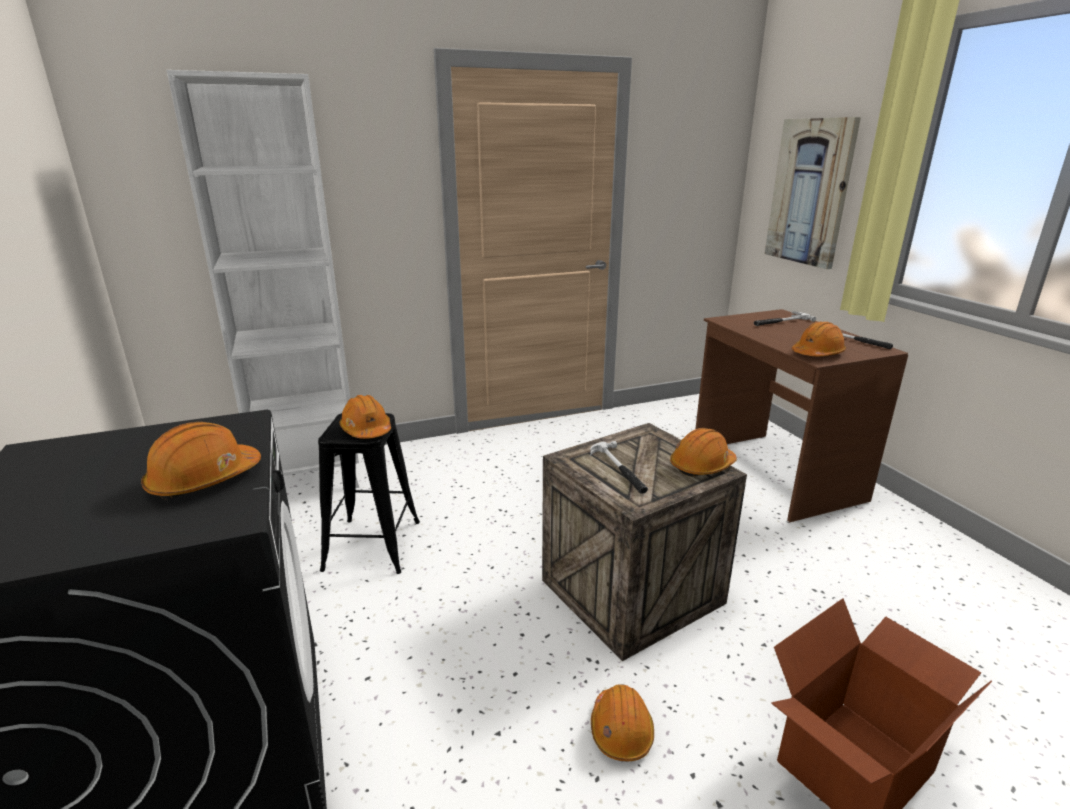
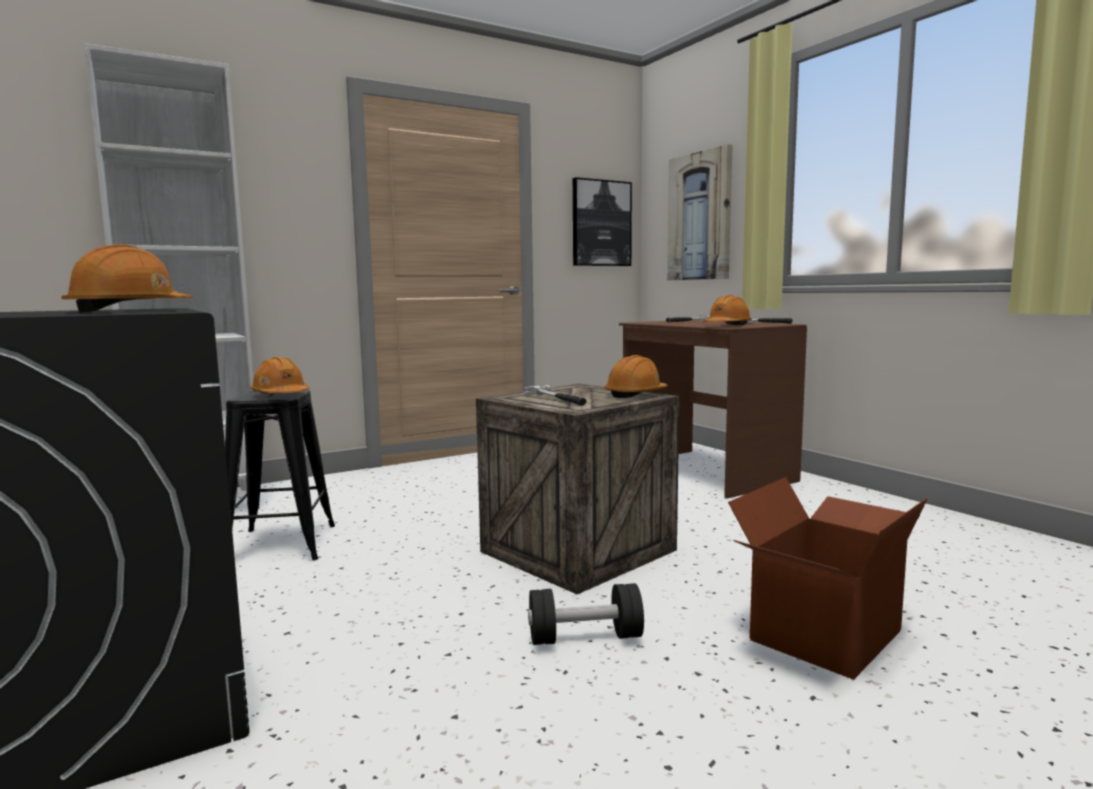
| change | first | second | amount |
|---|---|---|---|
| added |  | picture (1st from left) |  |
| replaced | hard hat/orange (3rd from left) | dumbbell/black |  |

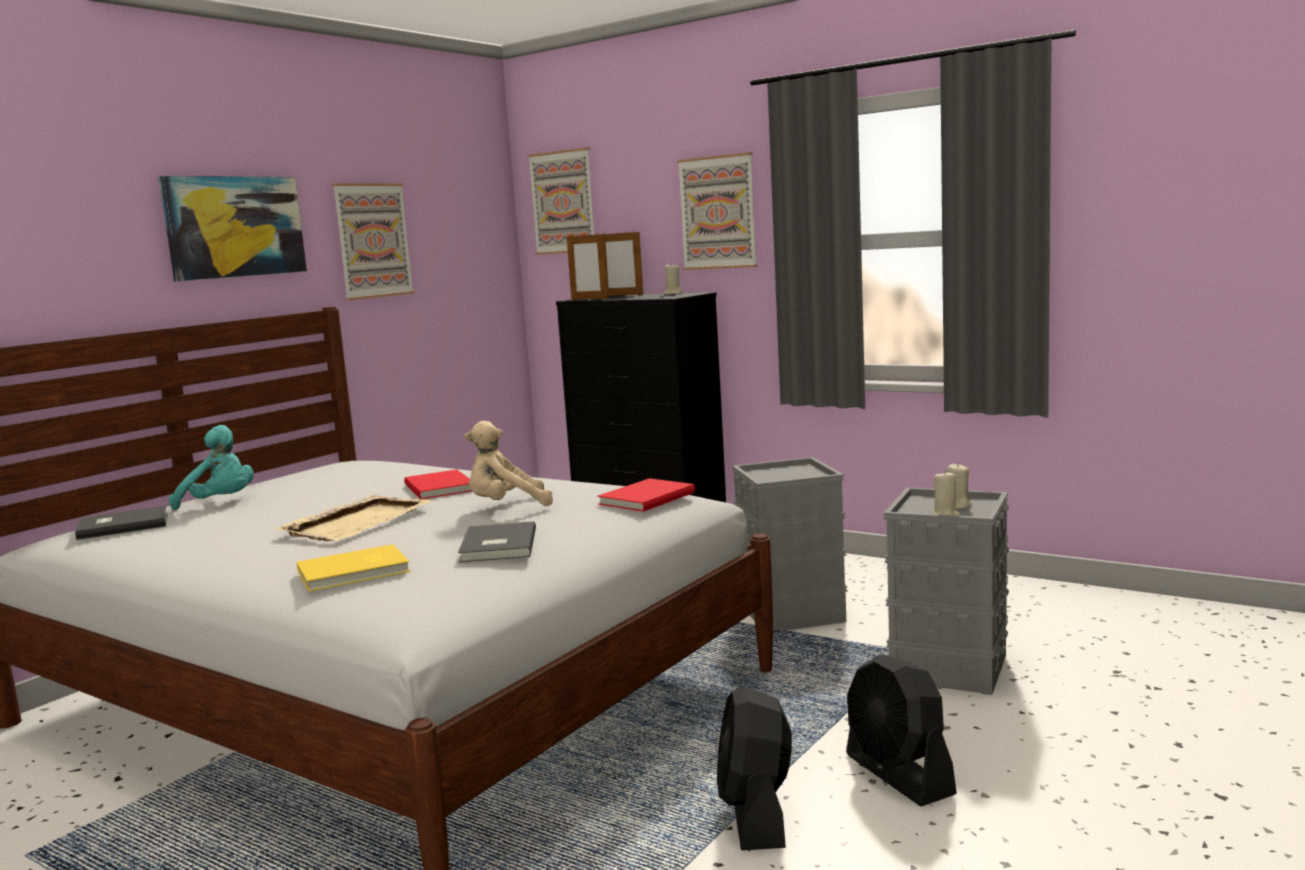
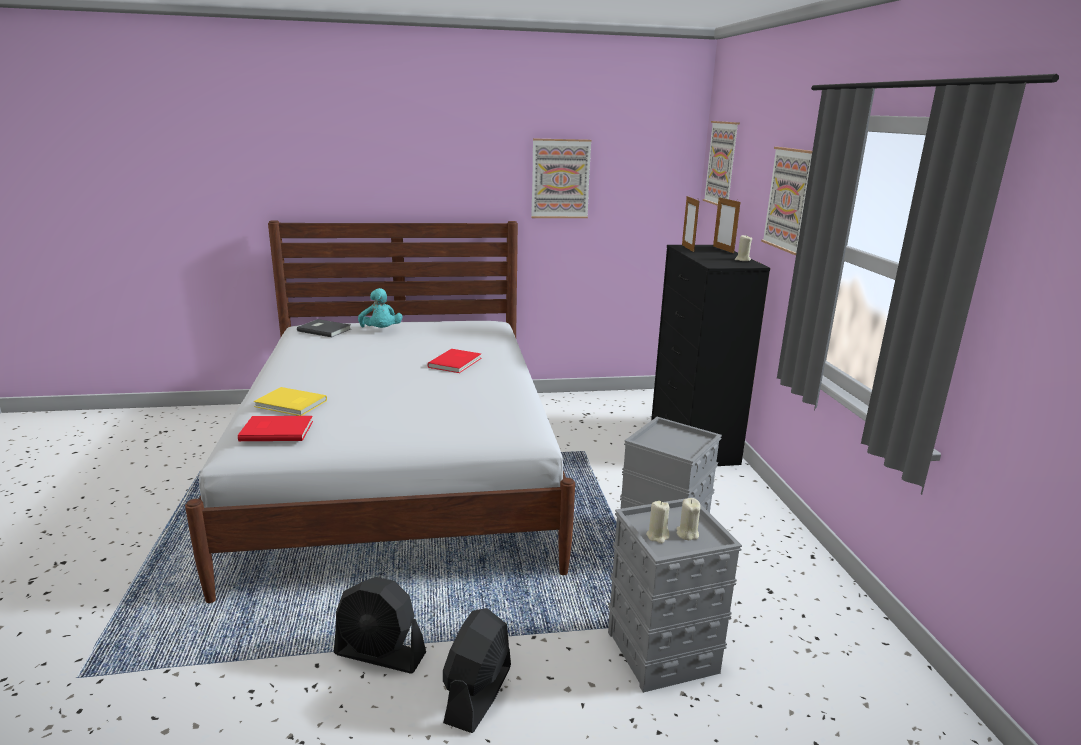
| change | first | second | amount |
|---|---|---|---|
| removed | picture (1st from left) |  |  |
| removed | tray/beige |  |  |
| removed | book/grey (2nd from left) |  |  |
| removed | plush toy/beige |  |  |
| moved | book/red (2nd from left in the first image) | book/red (1st from left) |  |
| turned | fan/black (1st from left) |  | 120 degrees counterclockwise |

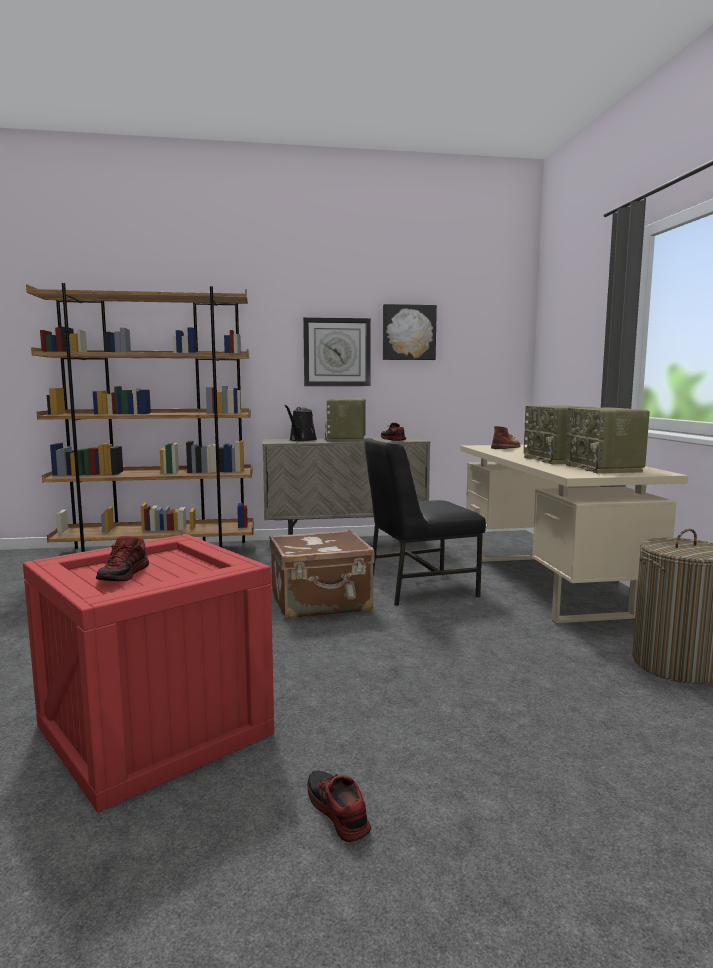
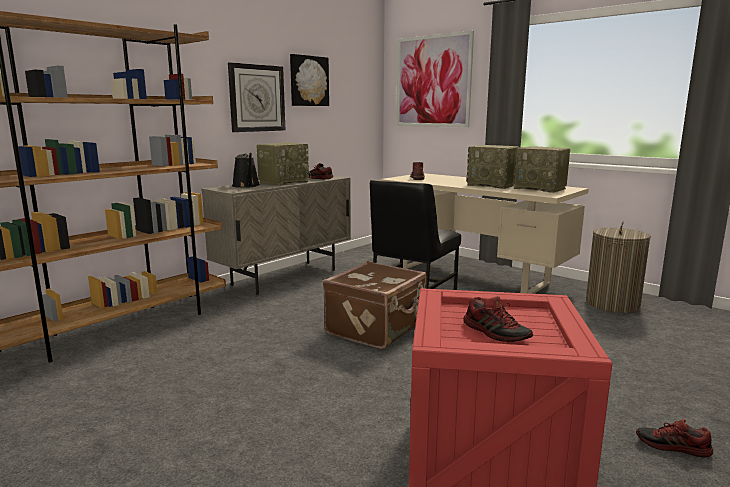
| change | first | second | amount |
|---|---|---|---|
| added |  | picture (2nd from left) |  |
| turned | radio (1st from left) |  | 105 degrees counterclockwise |

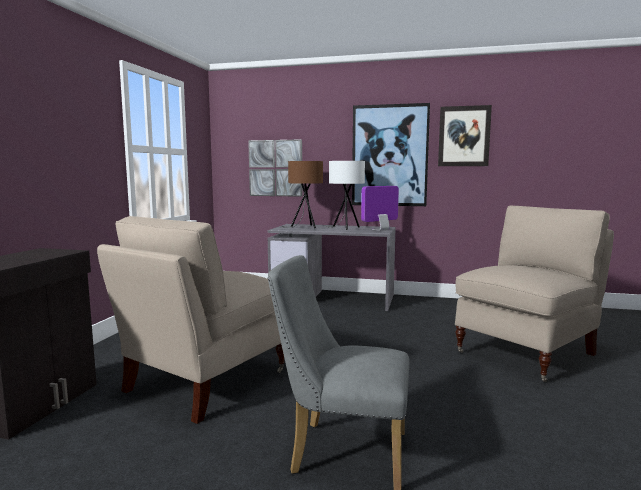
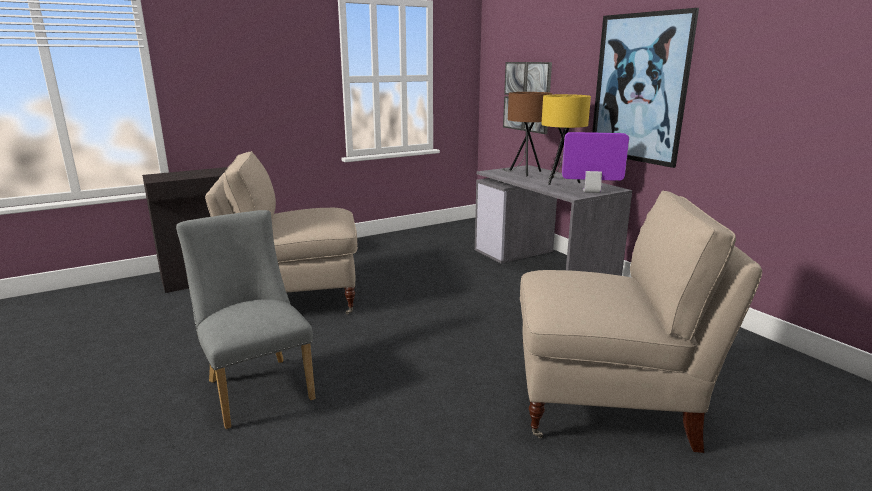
| change | first | second | amount |
|---|---|---|---|
| removed | picture (3rd from left) |  |  |
| recoloured | table lamp/white | table lamp/yellow |  |

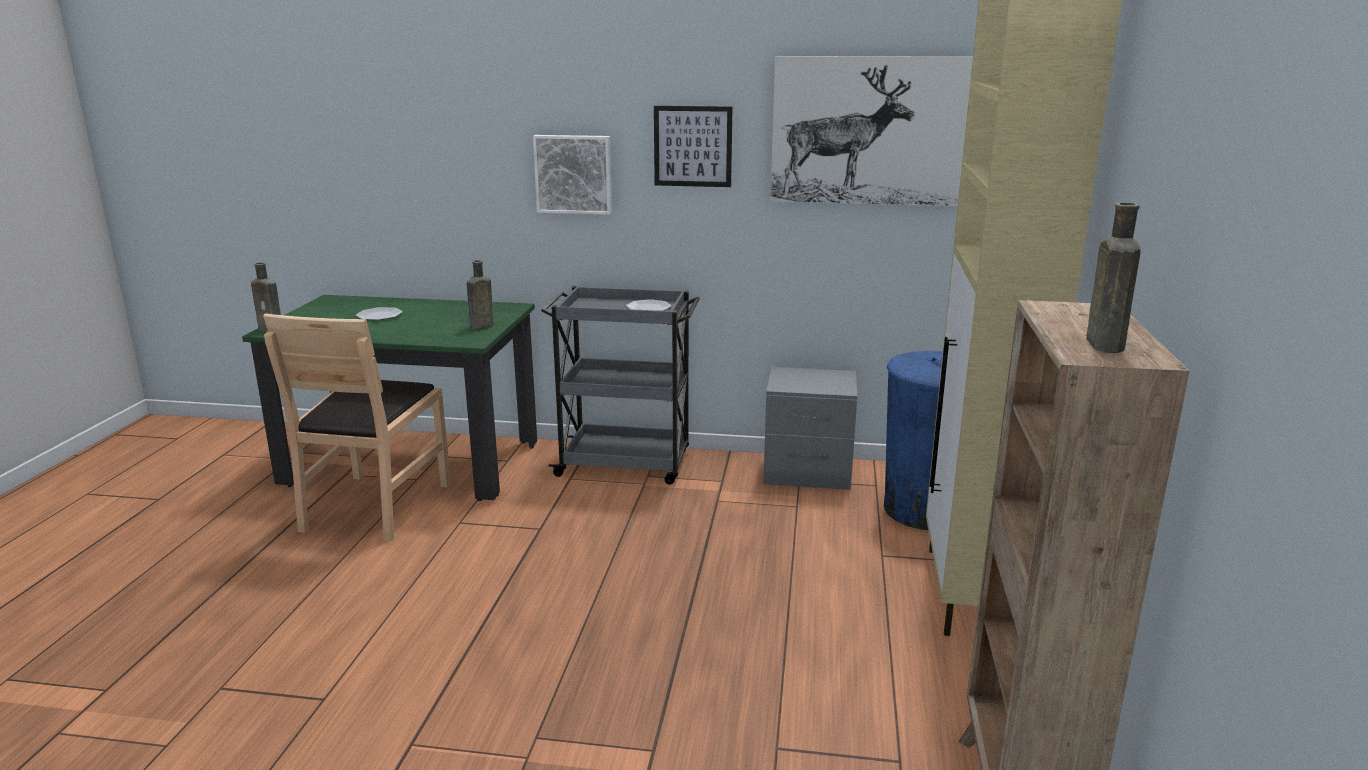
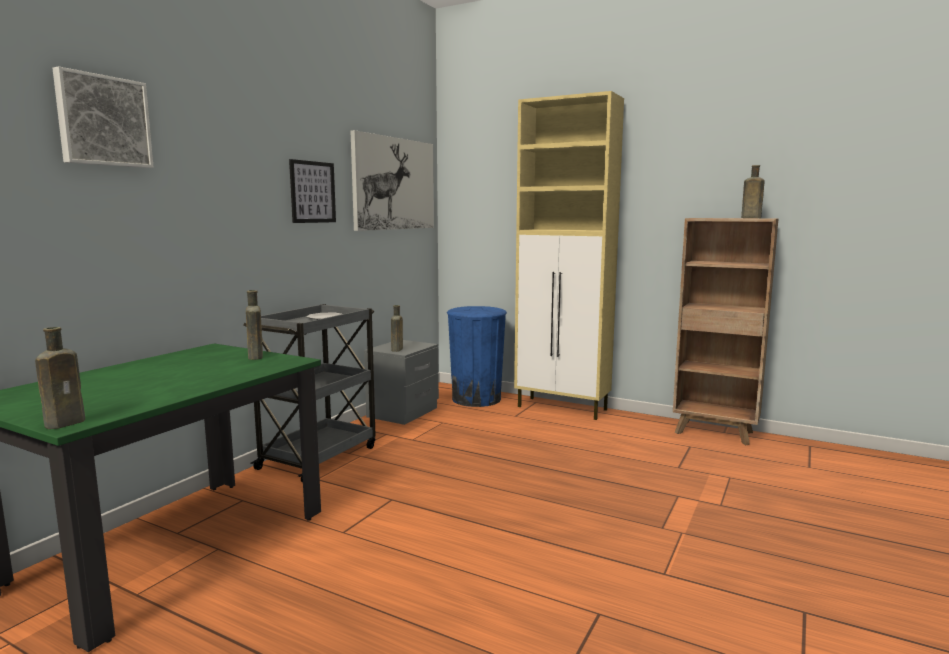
| change | first | second | amount |
|---|---|---|---|
| removed | chair/brown |  |  |
| removed | plate (1st from left) |  |  |
| added |  | bottle/brown (3rd from left) |  |
| moved | picture (1st from left) |  |  |

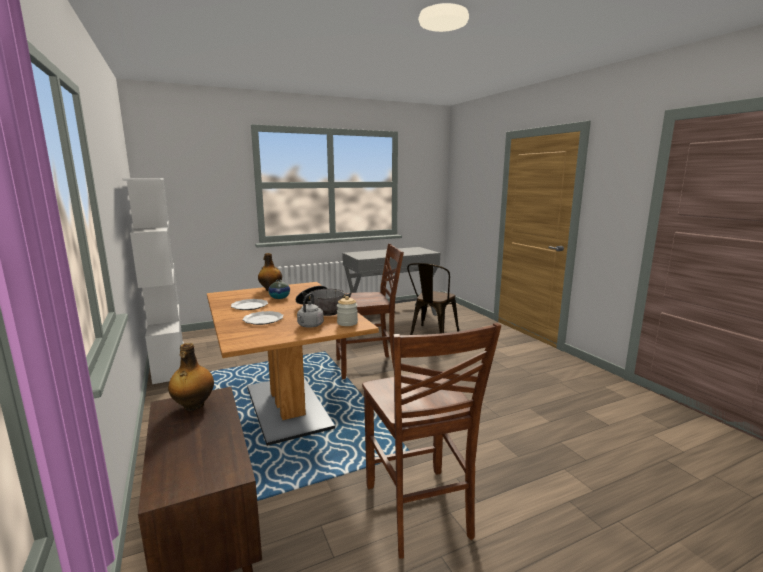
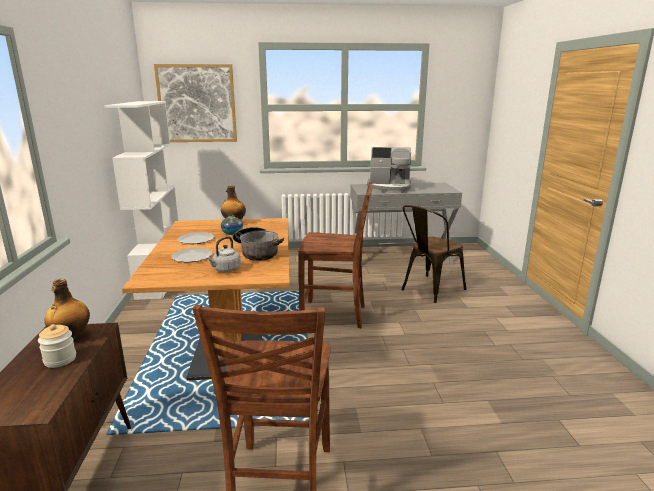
| change | first | second | amount |
|---|---|---|---|
| added |  | picture |  |
| added |  | coffee machine |  |
| moved | jar |  |  |

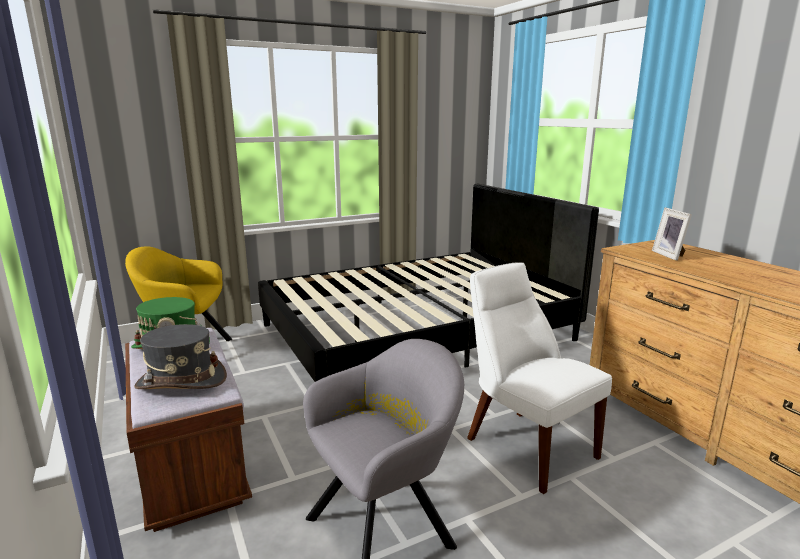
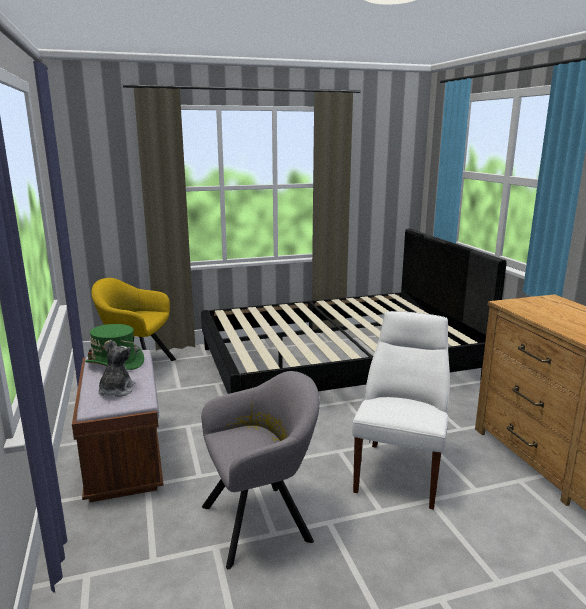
| change | first | second | amount |
|---|---|---|---|
| removed | picture frame |  |  |
| replaced | hat/grey | plush toy |  |
| turned | chair/white |  | 45 degrees clockwise |

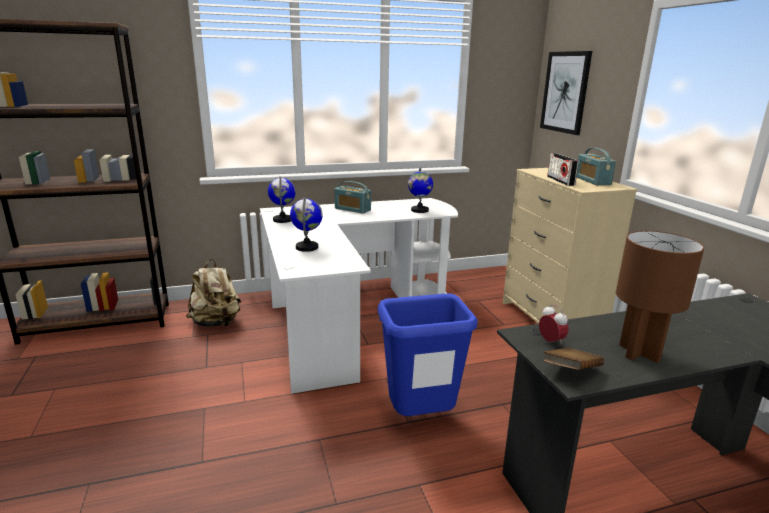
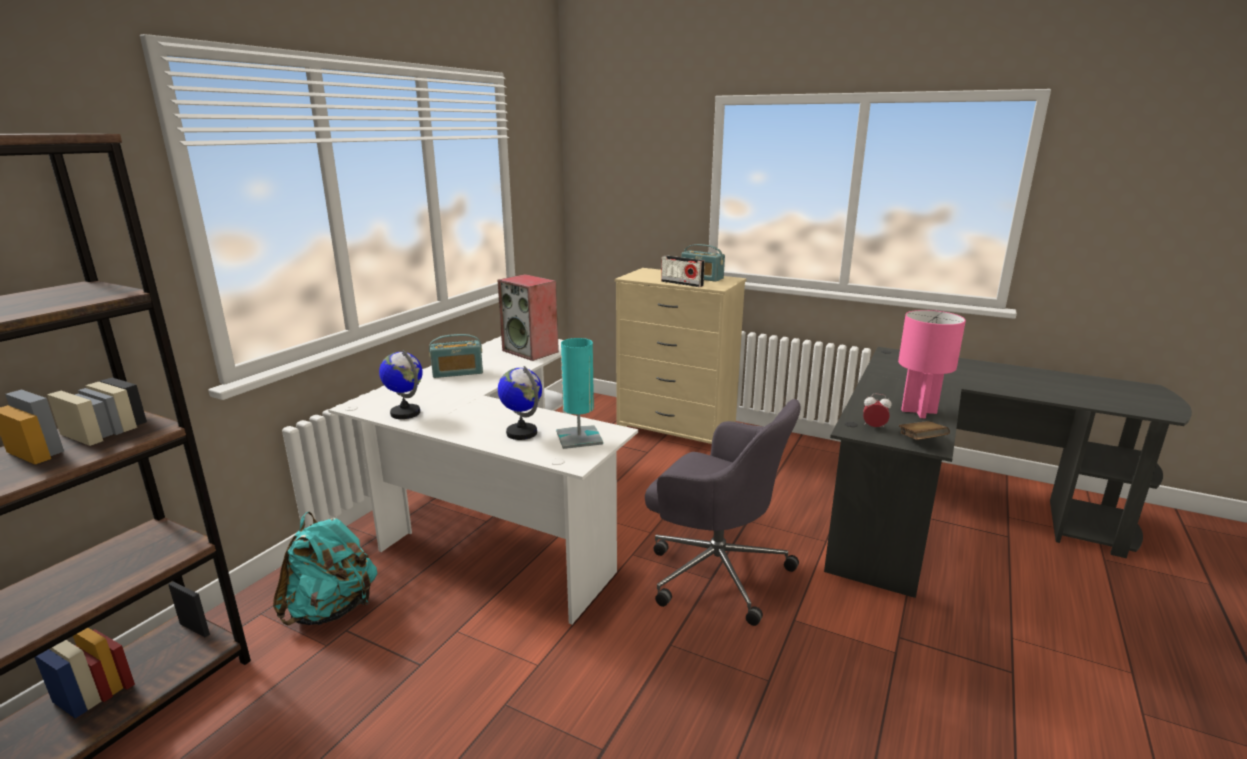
| change | first | second | amount |
|---|---|---|---|
| removed | picture |  |  |
| added |  | table lamp/turquoise |  |
| replaced | trash can/blue | office chair/grey |  |
| replaced | globe (3rd from left) | speaker |  |
| recoloured | backpack/beige | backpack/turquoise |  |
| recoloured | table lamp/brown | table lamp/pink |  |

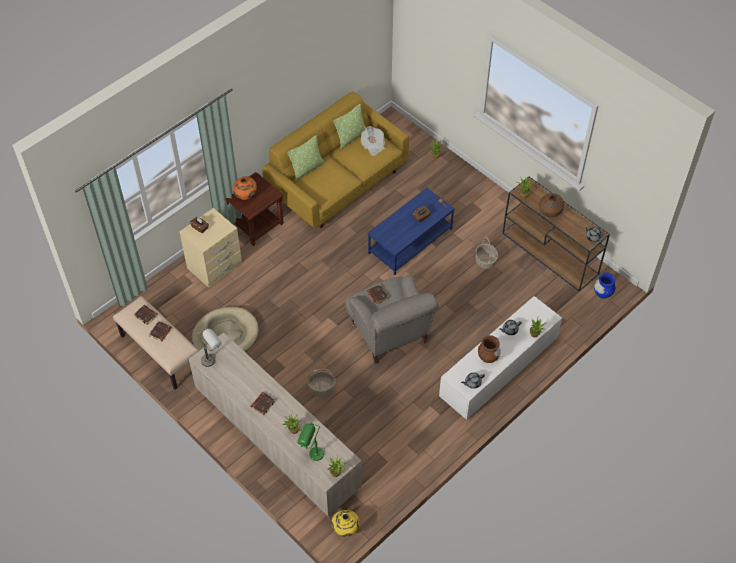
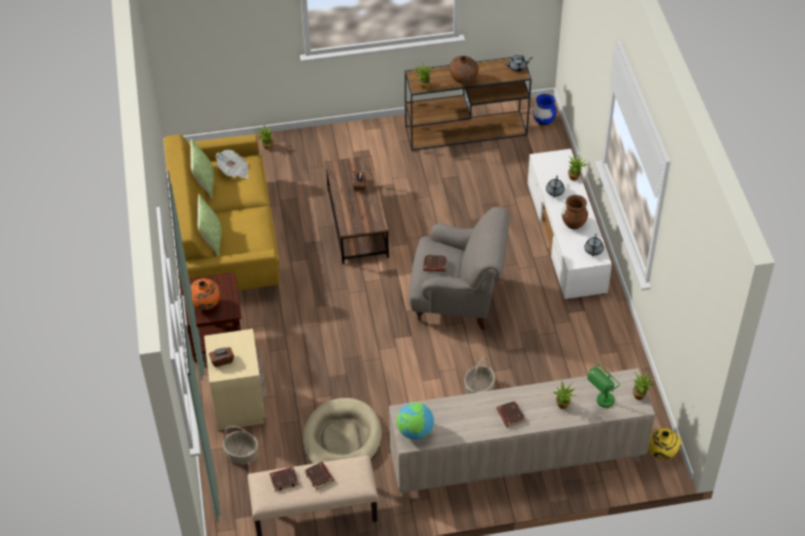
| change | first | second | amount |
|---|---|---|---|
| moved | basket (2nd from left in the first image) | basket (1st from left) |  |
| replaced | table lamp/grey | globe |  |
| recoloured | coffee table/blue | coffee table/brown |  |

